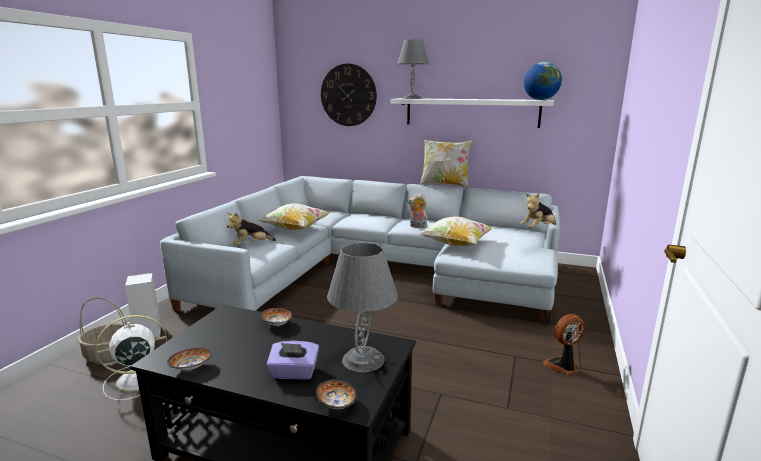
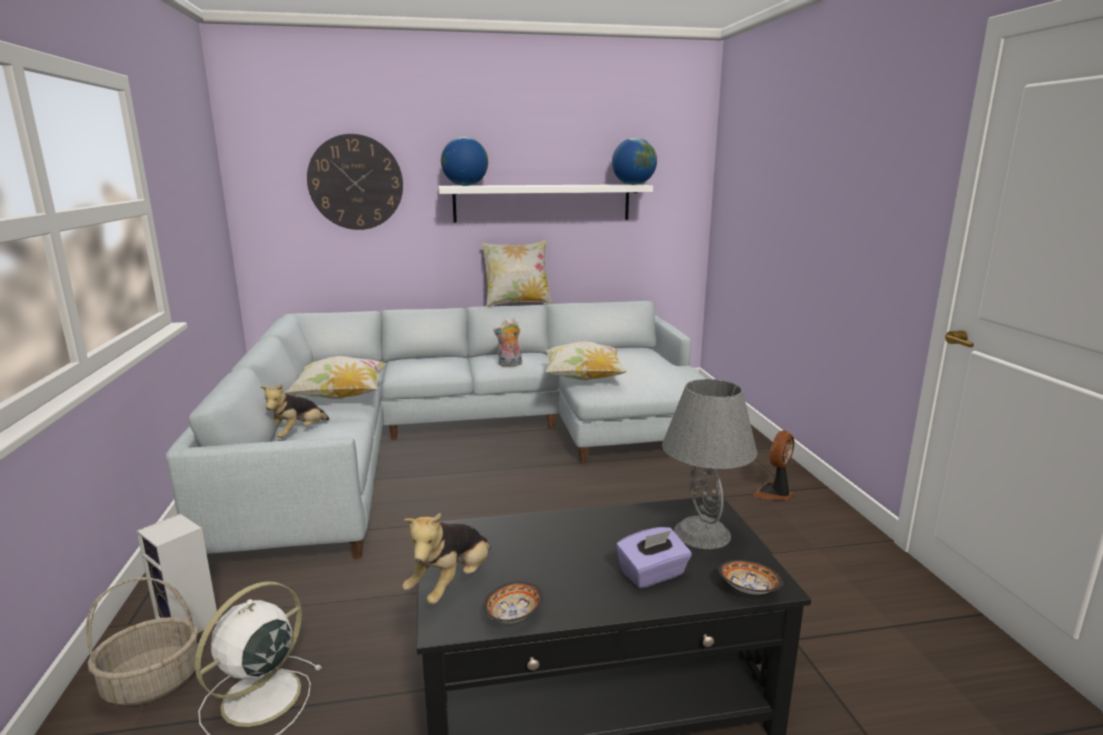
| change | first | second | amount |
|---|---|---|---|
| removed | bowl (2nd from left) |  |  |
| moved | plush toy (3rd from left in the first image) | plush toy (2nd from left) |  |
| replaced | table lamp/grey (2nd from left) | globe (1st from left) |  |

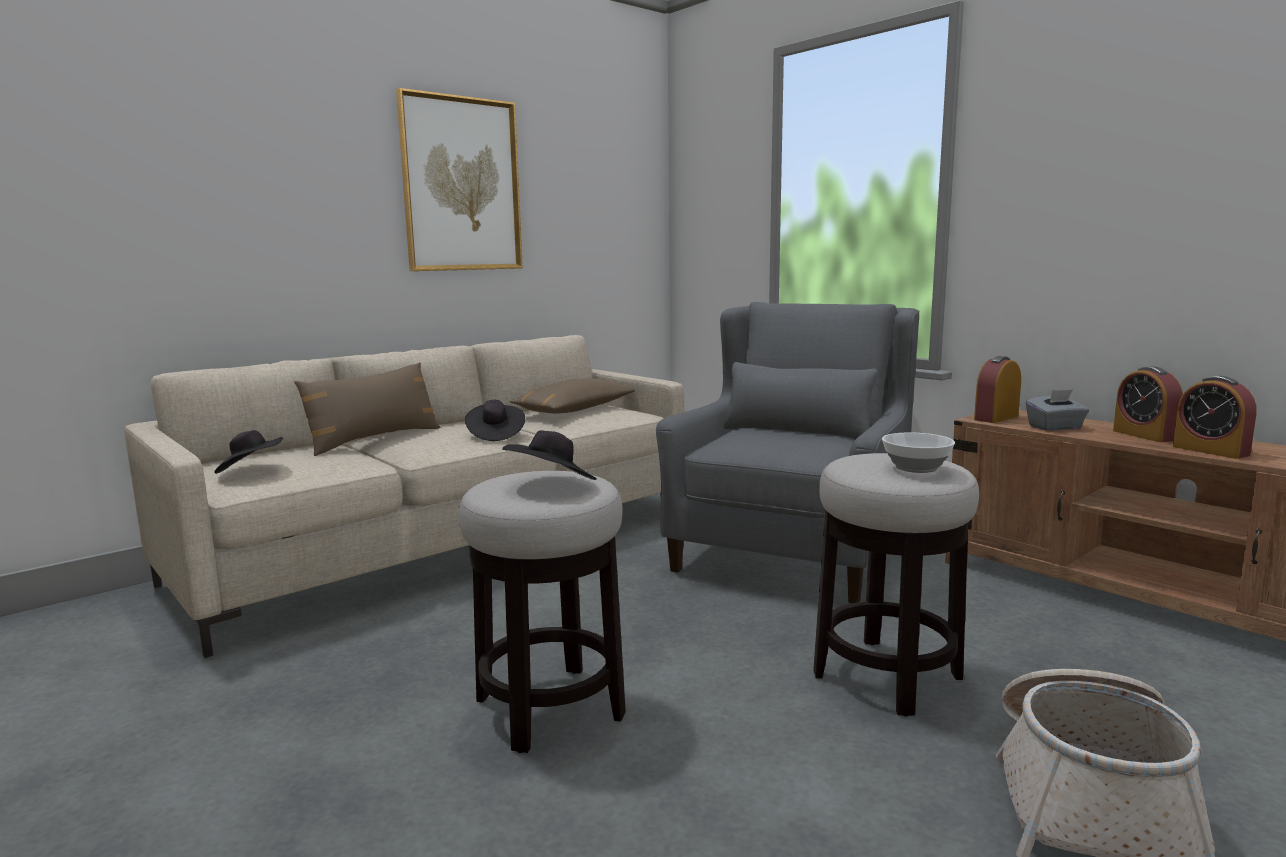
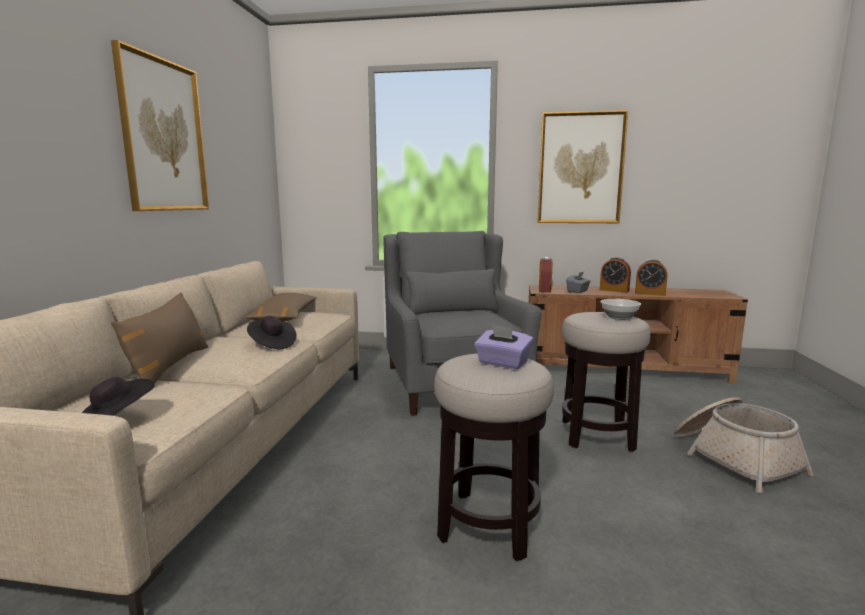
| change | first | second | amount |
|---|---|---|---|
| added |  | picture (2nd from left) |  |
| replaced | hat/black (3rd from left) | tissue box/purple |  |

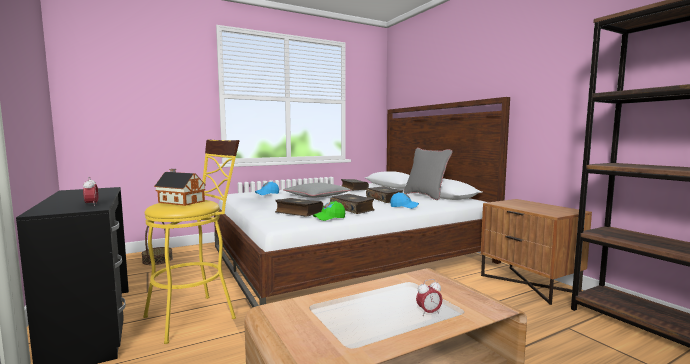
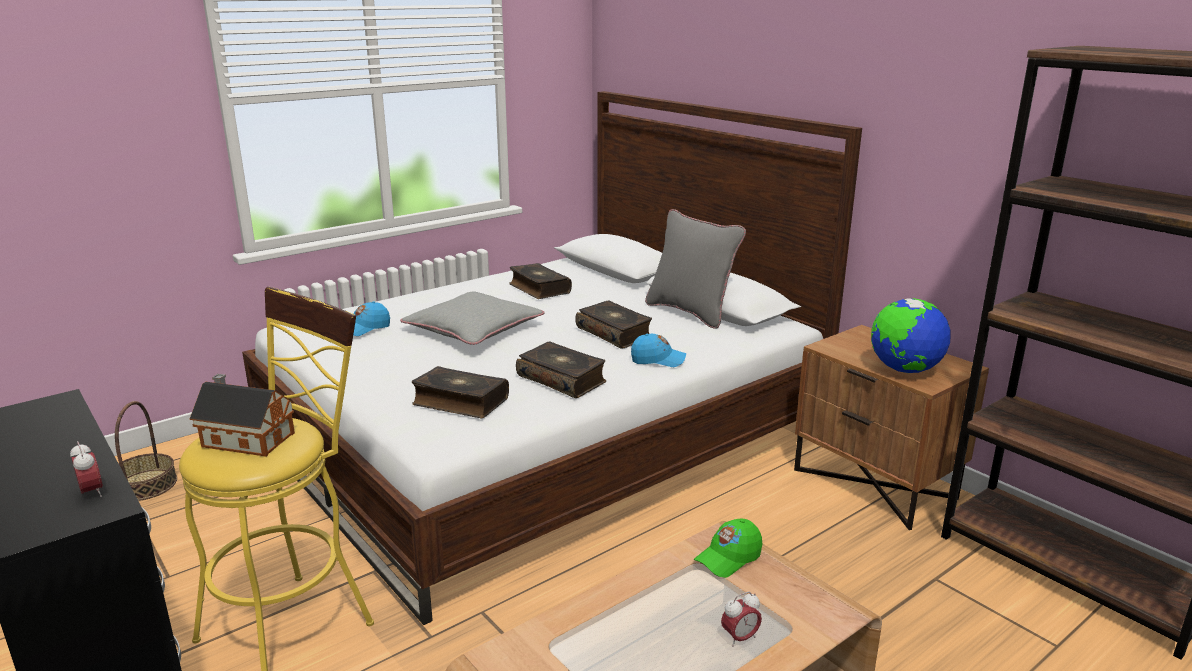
| change | first | second | amount |
|---|---|---|---|
| added |  | globe |  |
| moved | cap/green |  |  |

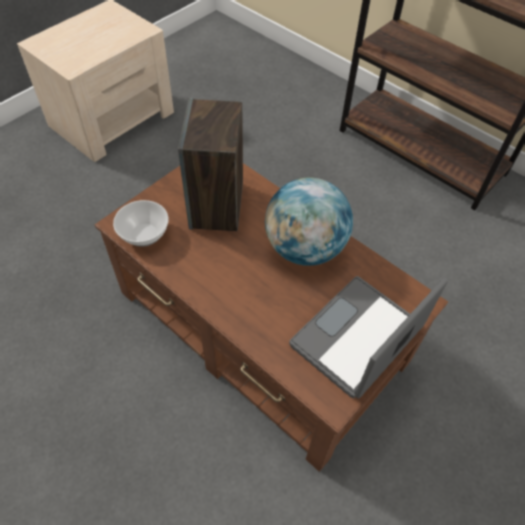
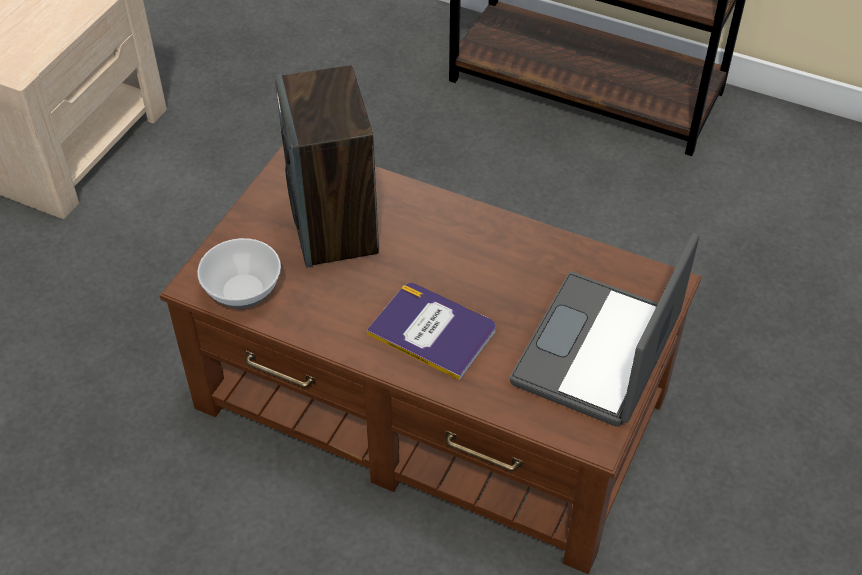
| change | first | second | amount |
|---|---|---|---|
| removed | globe |  |  |
| added |  | book |  |

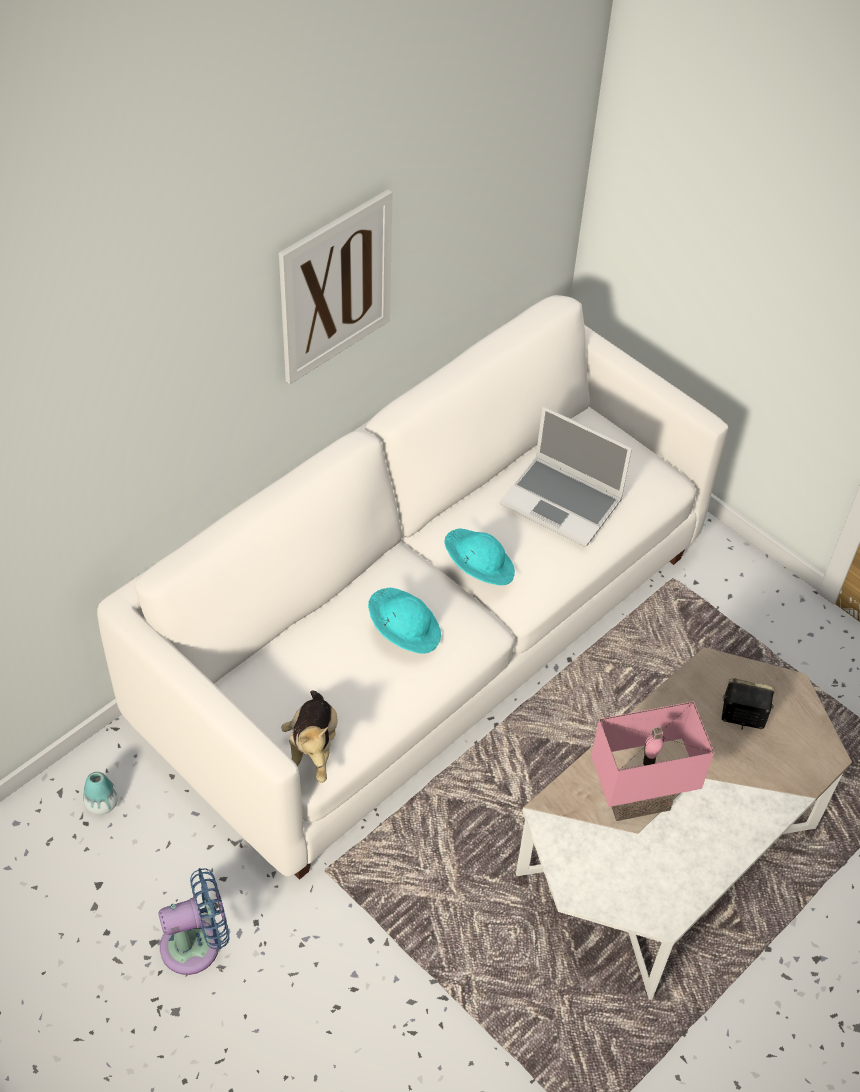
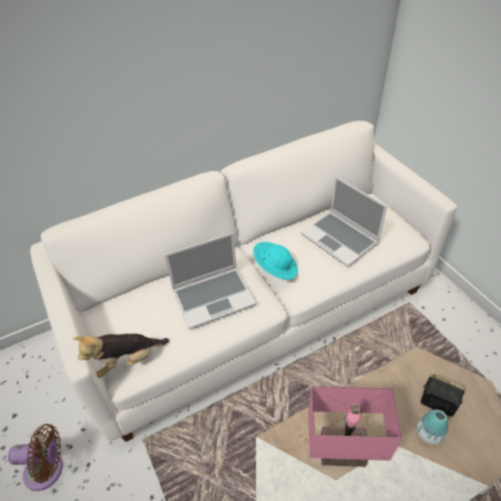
| change | first | second | amount |
|---|---|---|---|
| removed | picture |  |  |
| moved | vase |  |  |
| replaced | hat/turquoise (1st from left) | laptop (1st from left) |  |
| recoloured | fan/blue | fan/brown |  |
| turned | plush toy |  | 45 degrees clockwise |

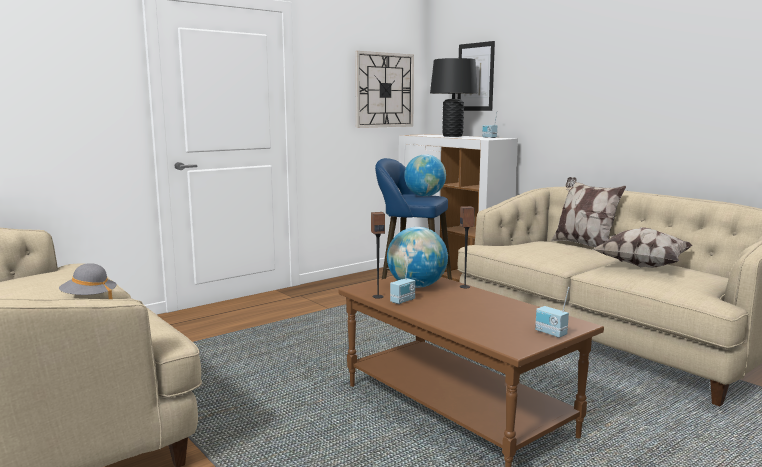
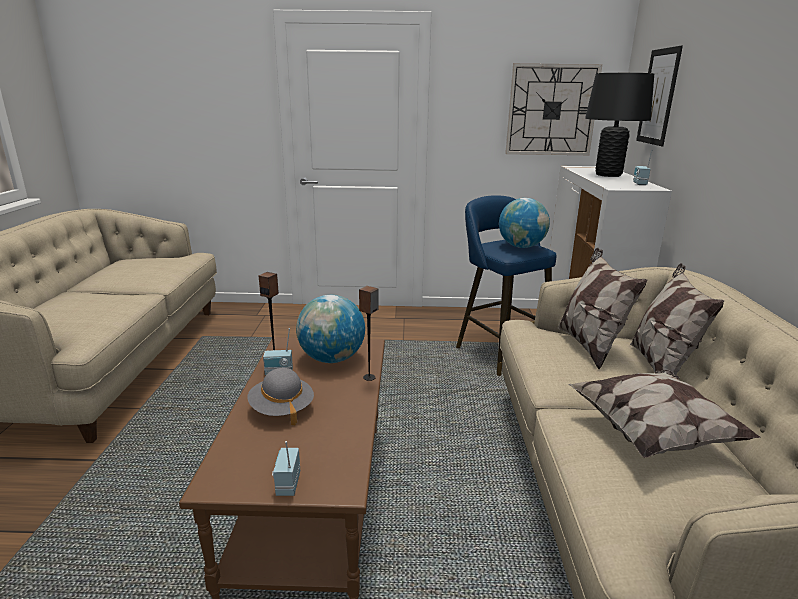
| change | first | second | amount |
|---|---|---|---|
| added |  | pillow (1st from left) |  |
| moved | hat/grey |  |  |

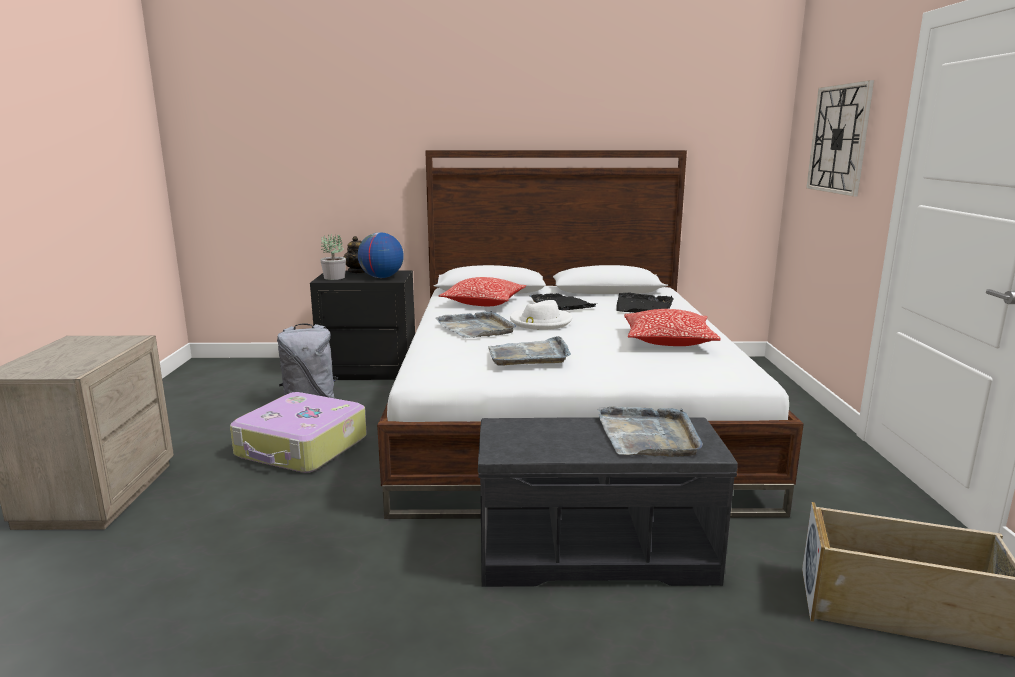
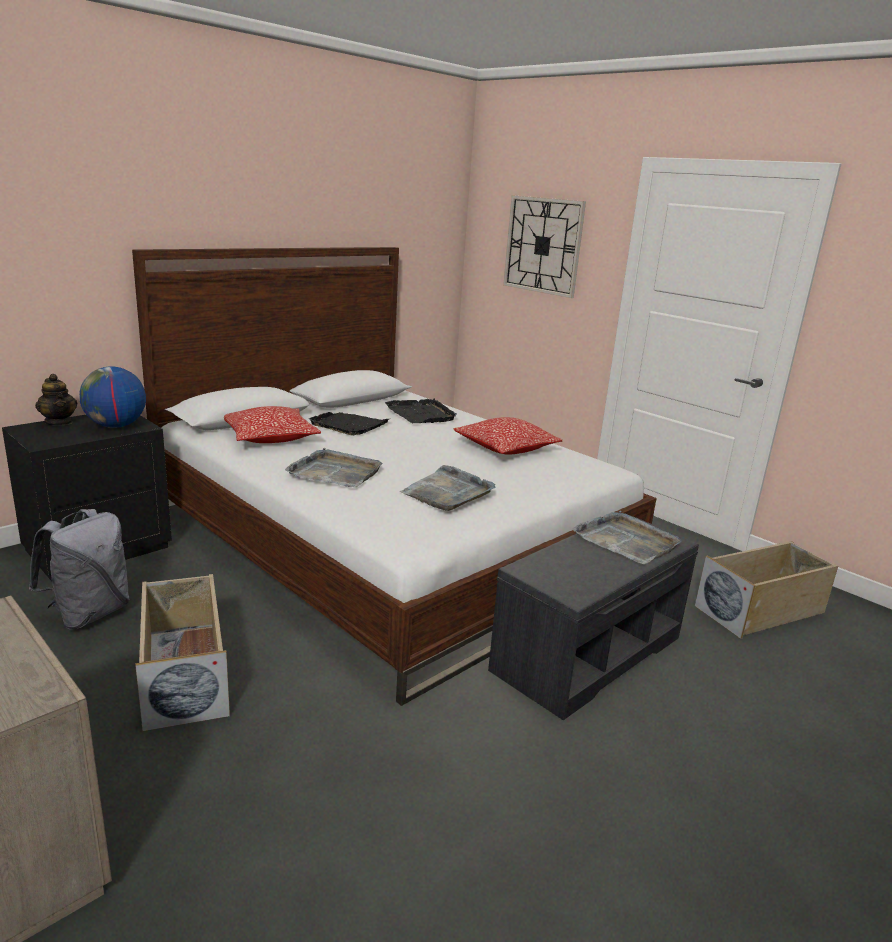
| change | first | second | amount |
|---|---|---|---|
| removed | potted plant |  |  |
| removed | hat/white |  |  |
| replaced | suitcase | storage box/beige (1st from left) |  |

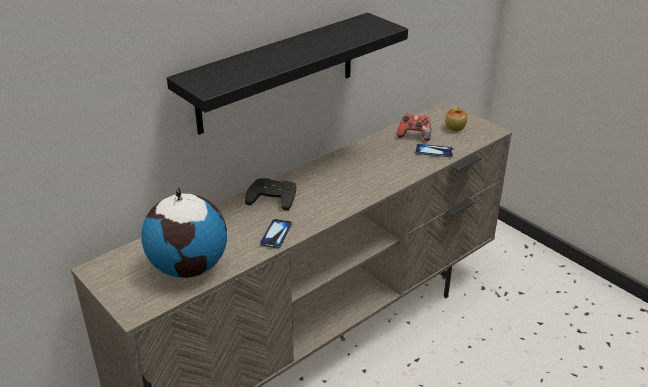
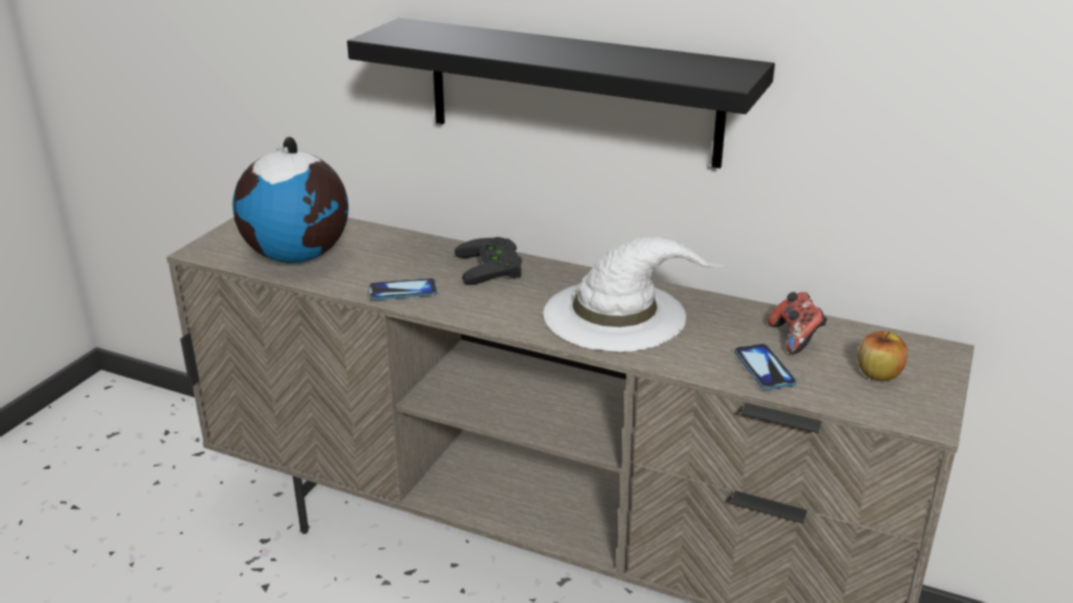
| change | first | second | amount |
|---|---|---|---|
| added |  | hat/white |  |

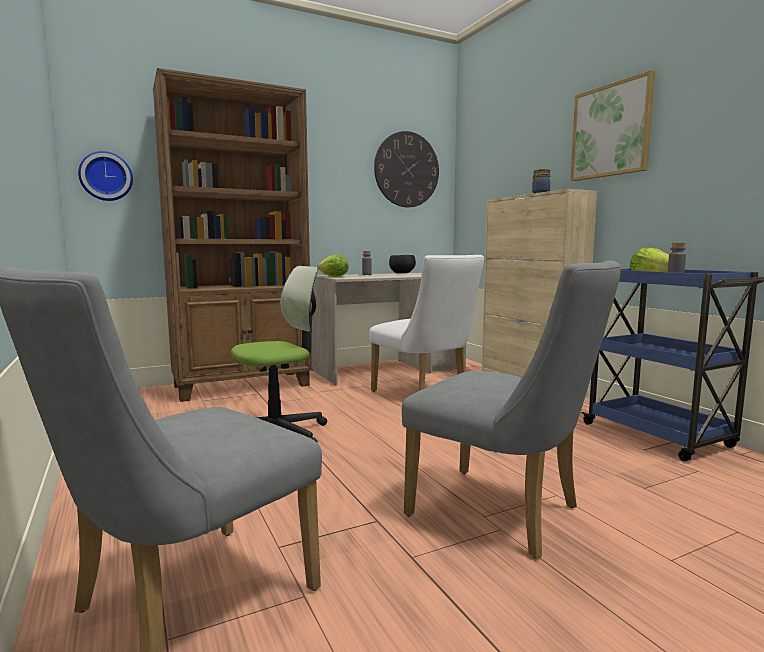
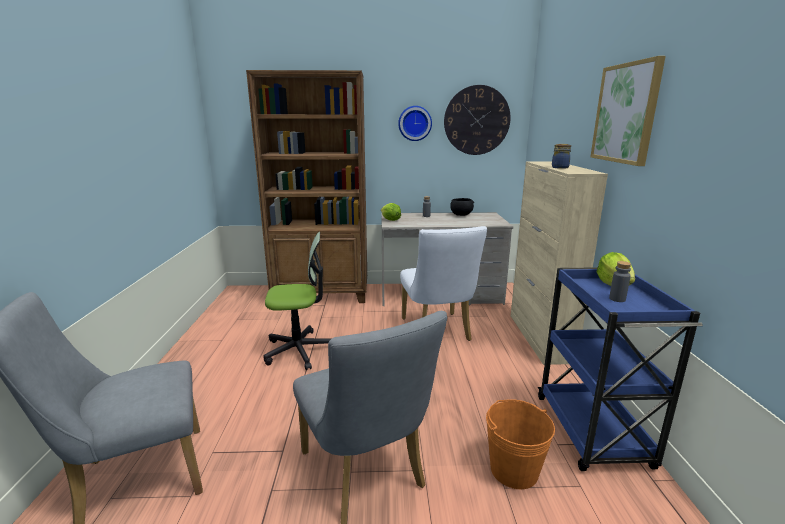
| change | first | second | amount |
|---|---|---|---|
| added |  | bucket/orange |  |
| moved | wall clock (1st from left) |  |  |

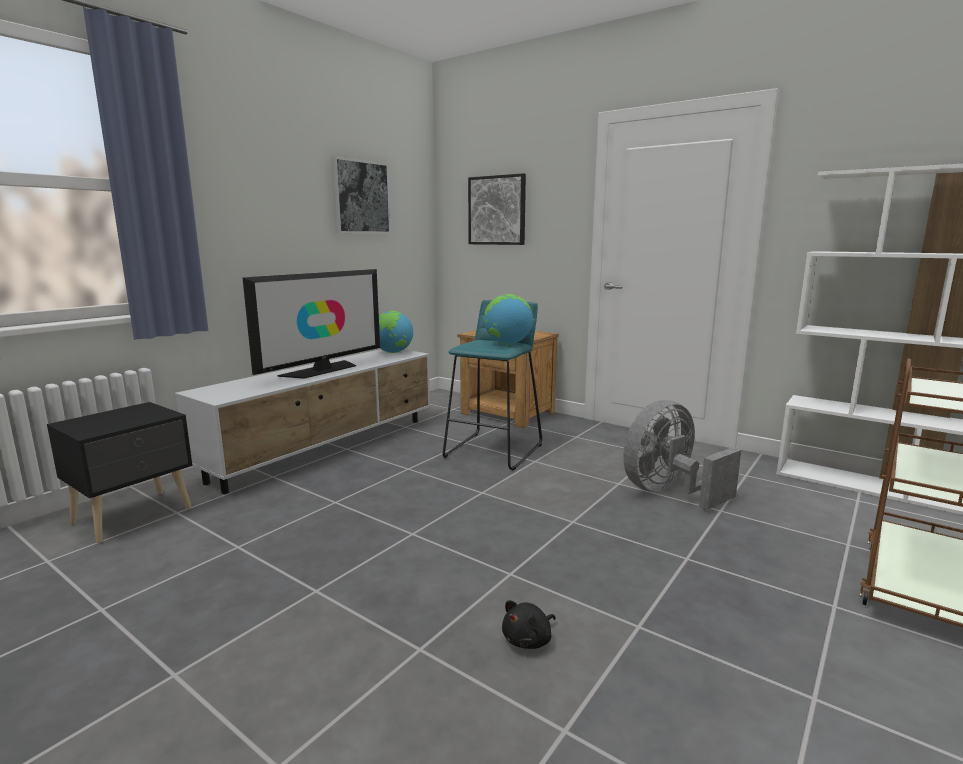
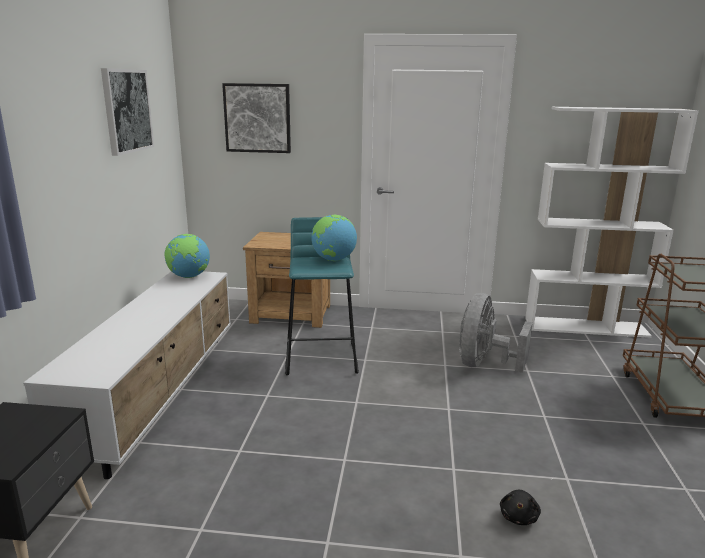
| change | first | second | amount |
|---|---|---|---|
| removed | television |  |  |

